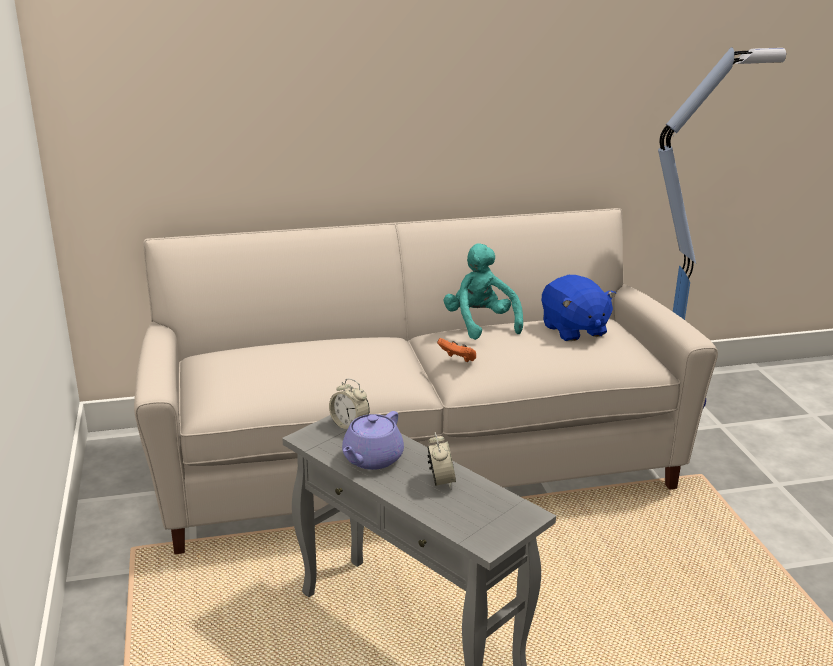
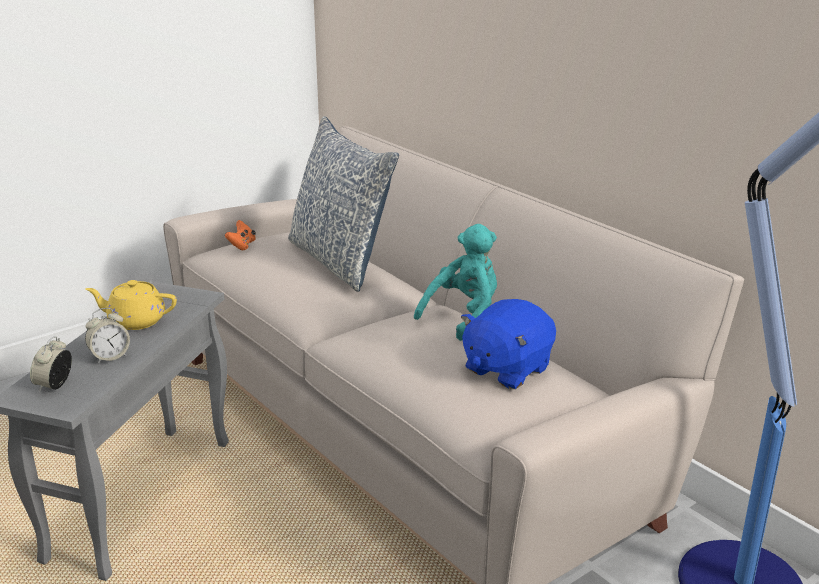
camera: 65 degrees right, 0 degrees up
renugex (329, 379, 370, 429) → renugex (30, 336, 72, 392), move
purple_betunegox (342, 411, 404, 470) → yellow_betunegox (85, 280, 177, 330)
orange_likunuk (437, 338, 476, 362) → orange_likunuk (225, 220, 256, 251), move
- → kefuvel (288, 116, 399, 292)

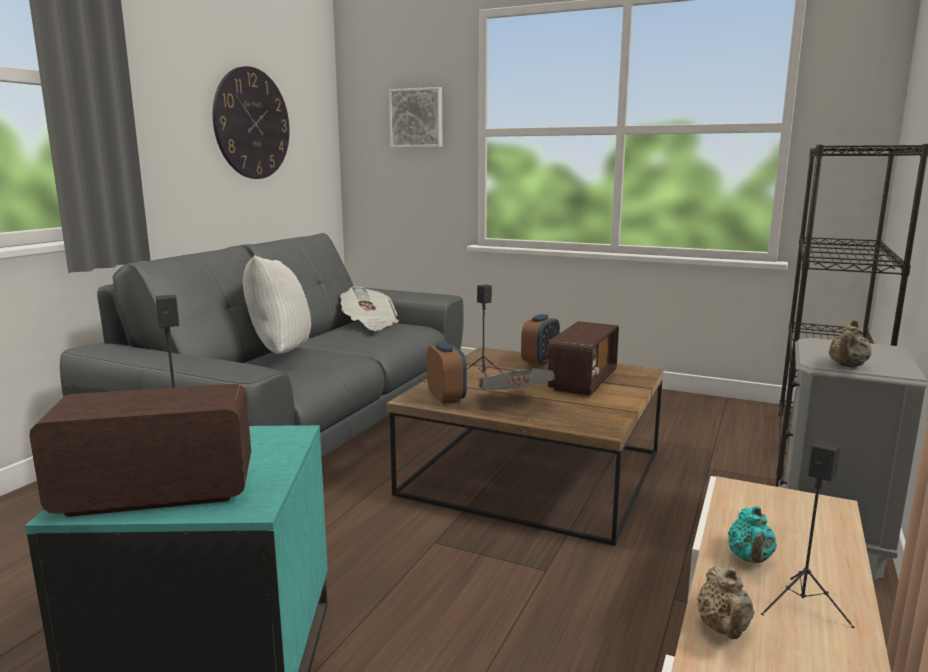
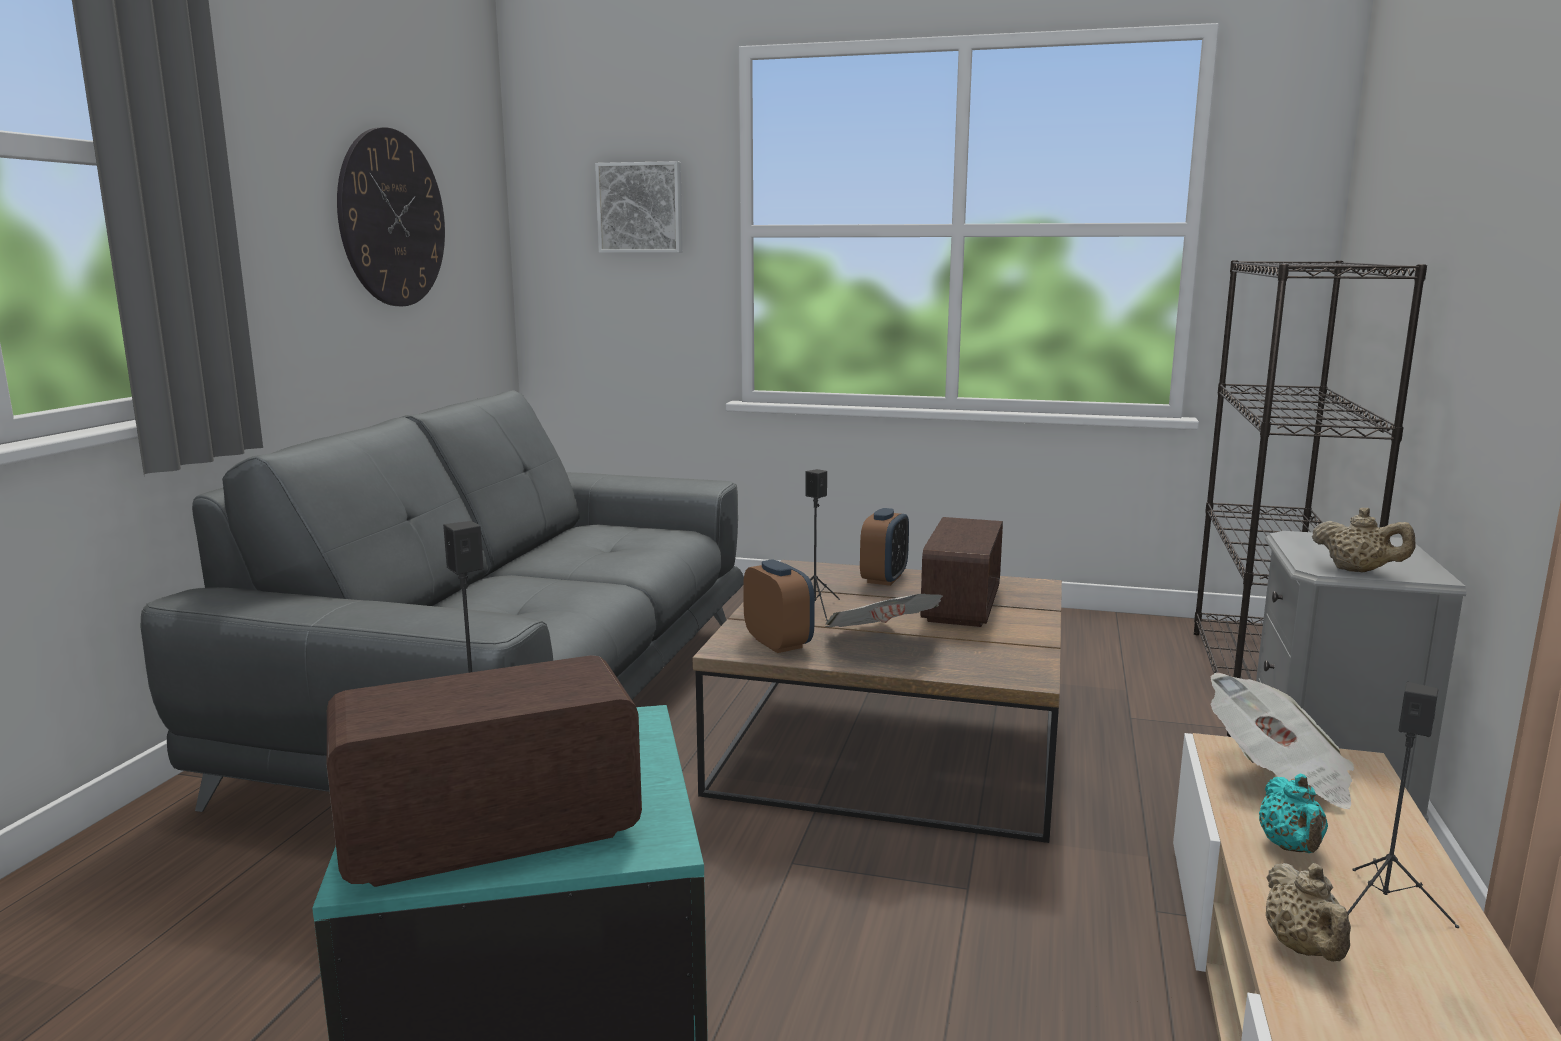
camera: 10 degrees left, 0 degrees up
white_kefuvel (243, 255, 311, 354) → -
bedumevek (340, 286, 399, 331) → bedumevek (1210, 673, 1354, 809), move
beige_betunegox (828, 320, 871, 368) → beige_betunegox (1312, 507, 1416, 573), 75 degrees counterclockwise

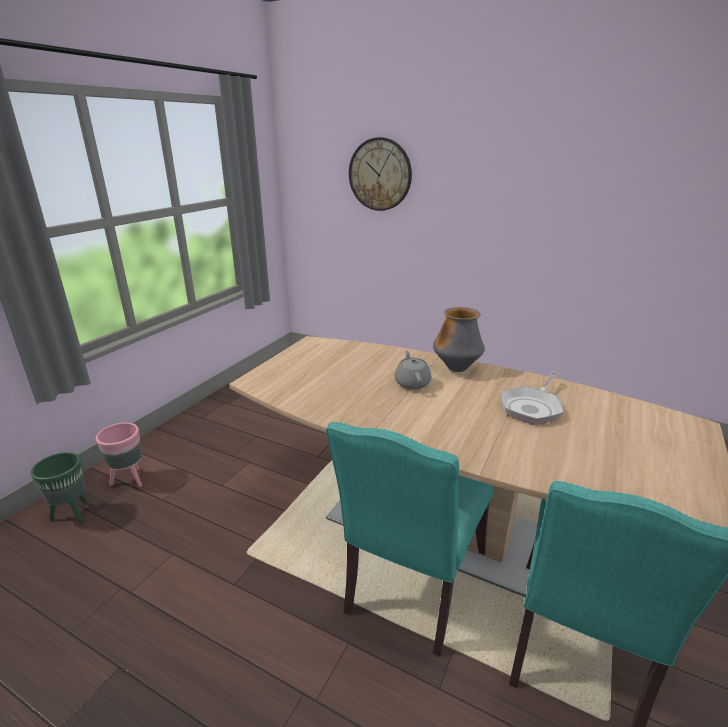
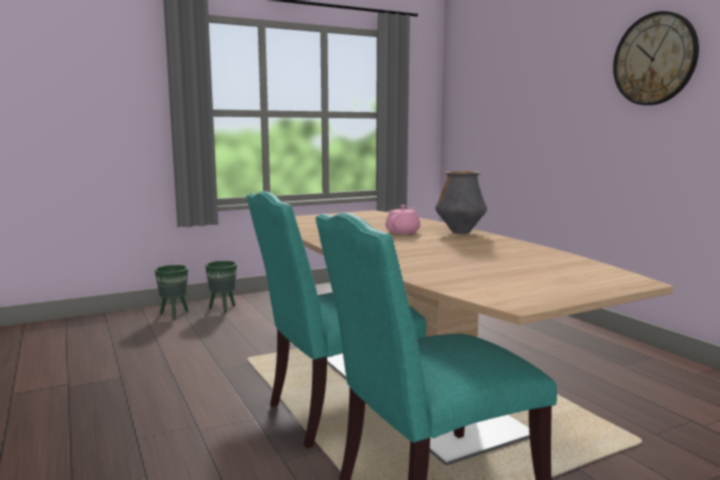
camera: 35 degrees right, 15 degrees down
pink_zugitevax (96, 423, 142, 487) → green_zugitevax (205, 261, 237, 313)
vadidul (349, 137, 412, 211) → vadidul (613, 11, 699, 105), move
grey_betunegox (394, 350, 432, 390) → pink_betunegox (385, 205, 420, 234)
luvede (501, 371, 564, 425) → -

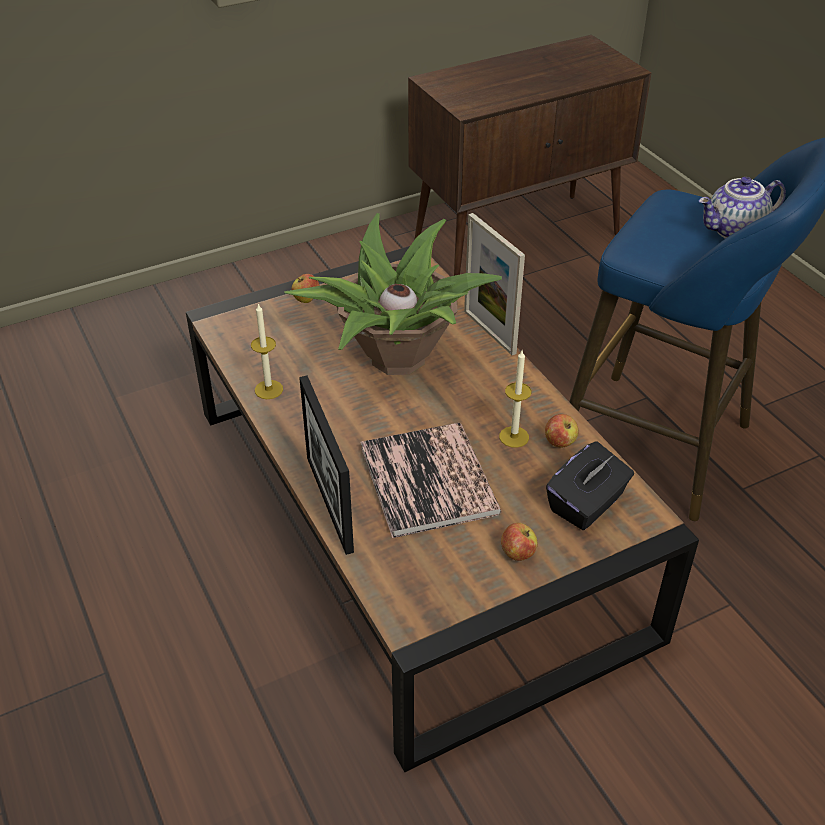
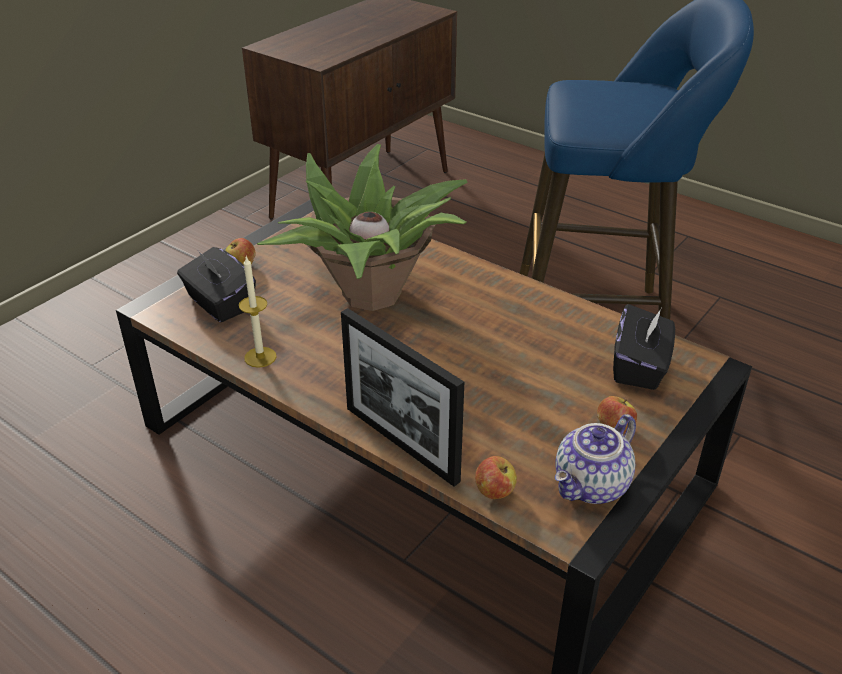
camera: 25 degrees left, 5 degrees down
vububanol (361, 423, 501, 538) → -
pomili (464, 213, 525, 355) → -
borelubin (499, 351, 532, 448) → -
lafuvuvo (545, 414, 578, 448) → lafuvuvo (475, 456, 517, 499), move
betunegox (699, 177, 786, 239) → betunegox (555, 414, 636, 504), move
- → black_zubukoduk (177, 247, 256, 322)

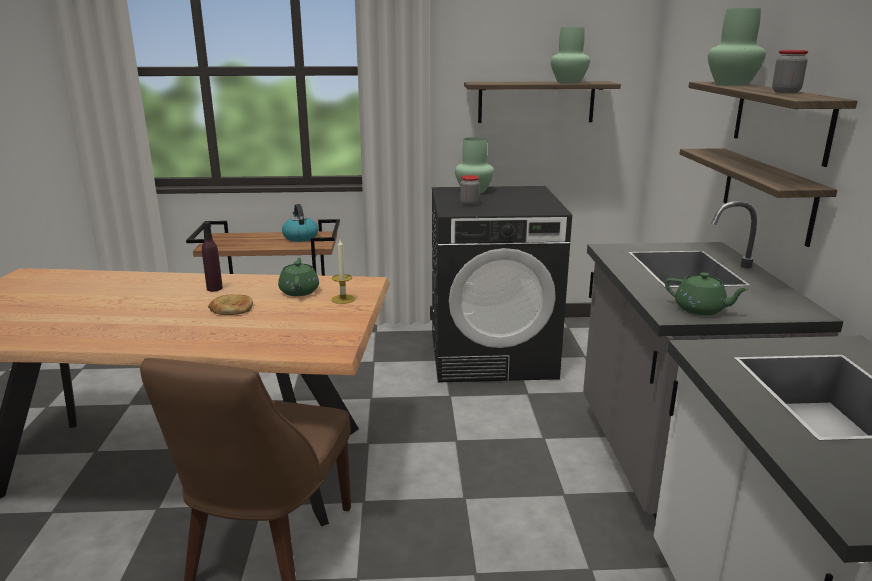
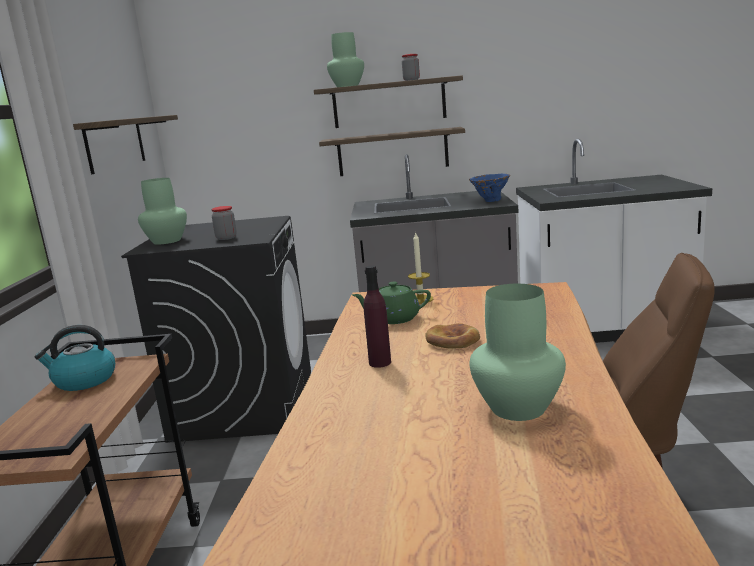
camera: 85 degrees left, 5 degrees down
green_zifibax (551, 27, 590, 83) → green_zifibax (469, 284, 566, 421), move
green_betunegox (665, 272, 749, 315) → blue_zifibax (469, 174, 510, 202)

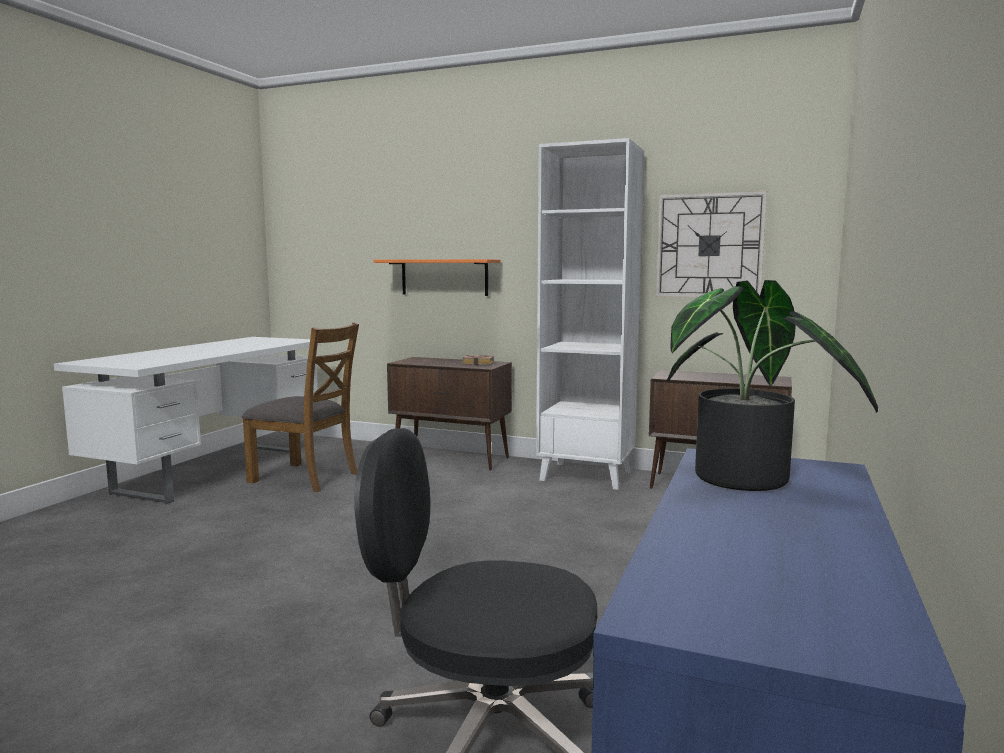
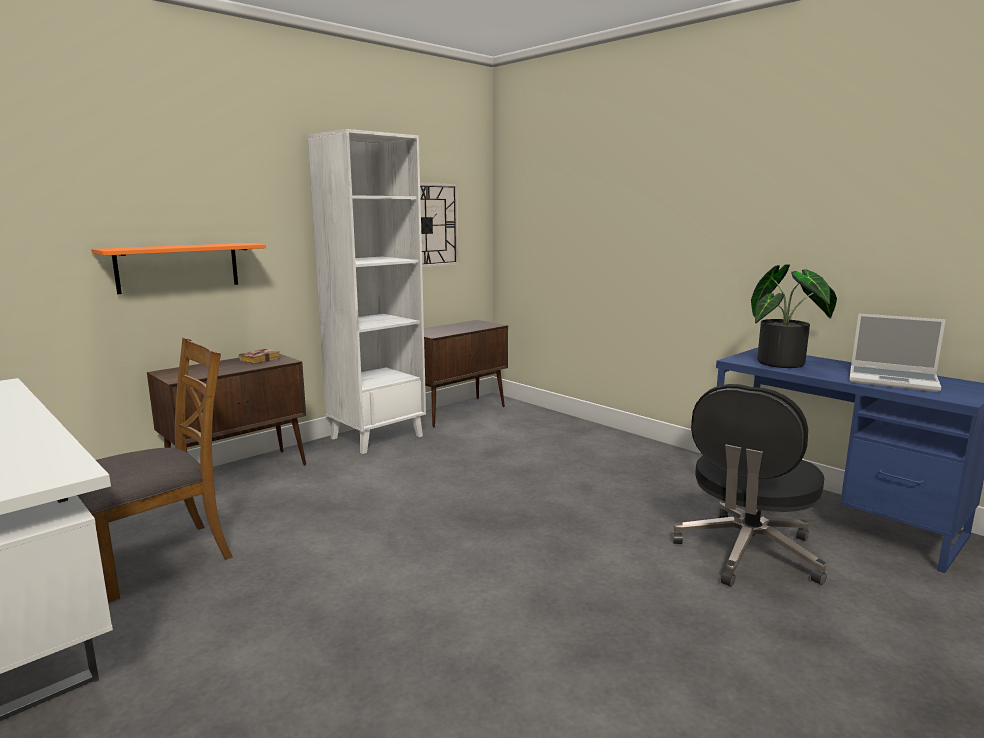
camera: 65 degrees left, 5 degrees up
- → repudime (849, 313, 946, 392)

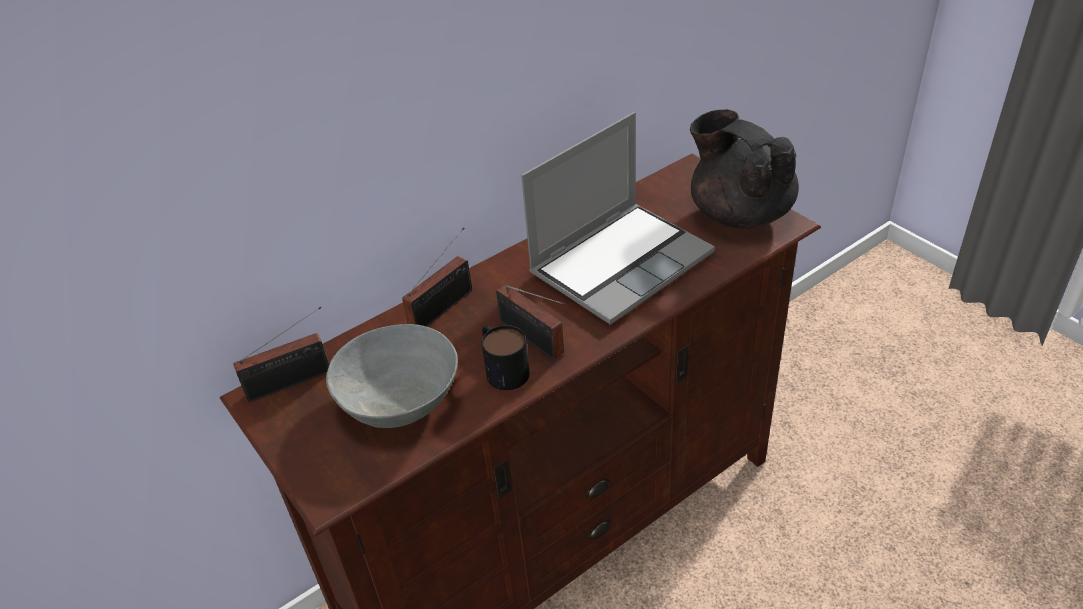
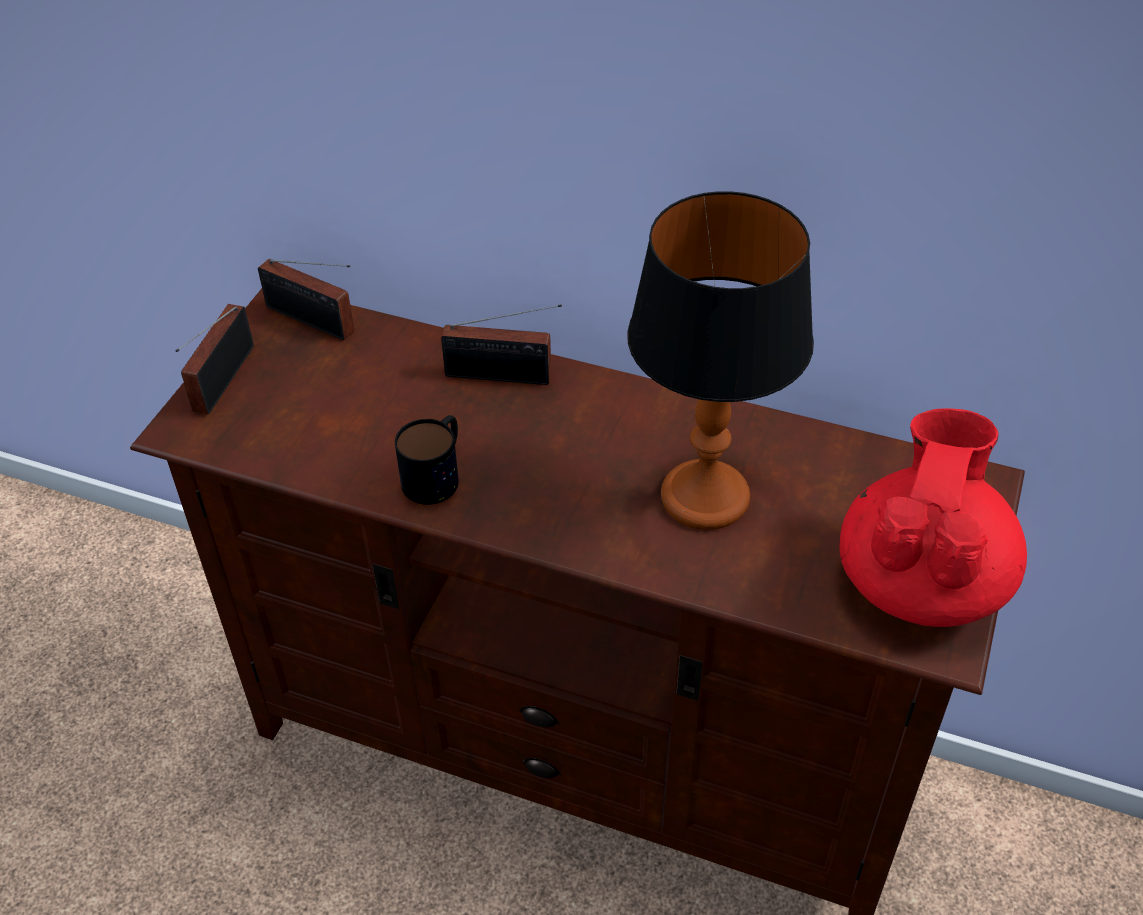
camera: 55 degrees right, 5 degrees up
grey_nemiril (326, 324, 458, 428) → -
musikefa (496, 284, 565, 360) → musikefa (176, 304, 254, 414), move
repudime (521, 112, 715, 325) → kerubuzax (627, 191, 814, 530)
black_betunegox (690, 110, 799, 229) → red_betunegox (839, 408, 1027, 627)

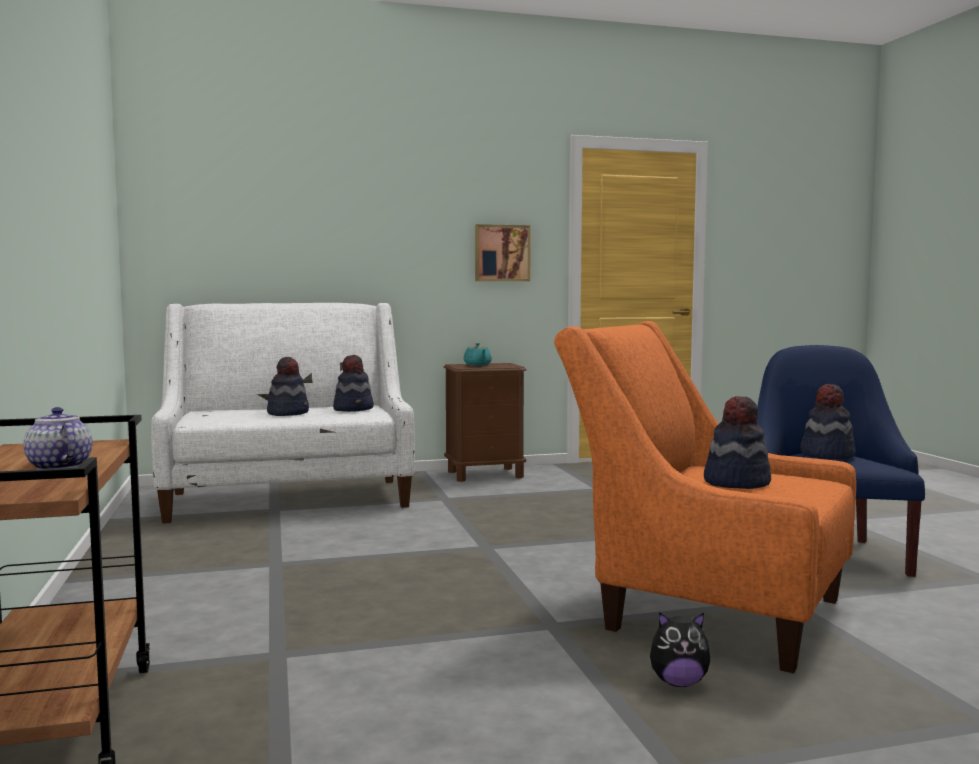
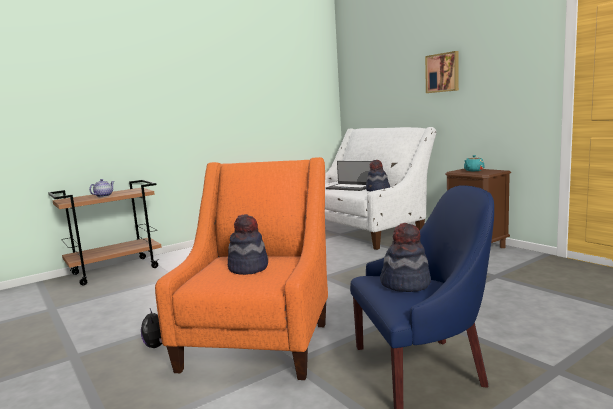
camera: 70 degrees right, 5 degrees up
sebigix (267, 357, 309, 416) → repudime (326, 161, 371, 191)
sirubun (475, 224, 531, 281) → sirubun (425, 51, 459, 93), move

